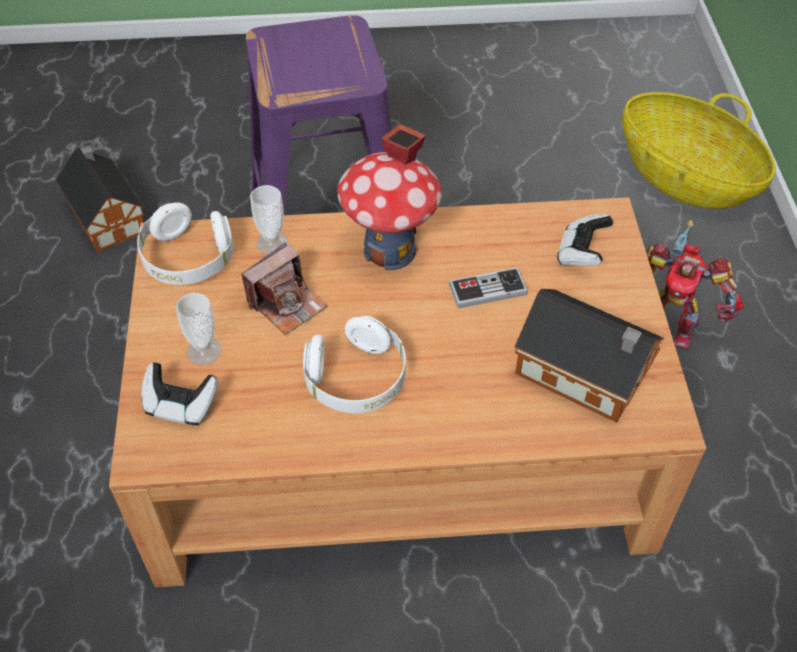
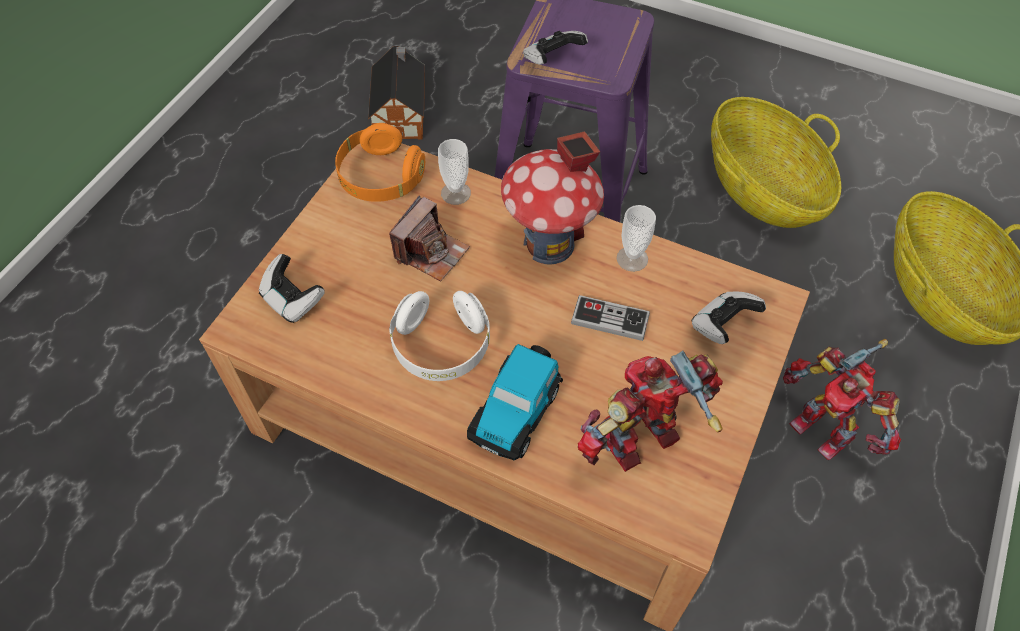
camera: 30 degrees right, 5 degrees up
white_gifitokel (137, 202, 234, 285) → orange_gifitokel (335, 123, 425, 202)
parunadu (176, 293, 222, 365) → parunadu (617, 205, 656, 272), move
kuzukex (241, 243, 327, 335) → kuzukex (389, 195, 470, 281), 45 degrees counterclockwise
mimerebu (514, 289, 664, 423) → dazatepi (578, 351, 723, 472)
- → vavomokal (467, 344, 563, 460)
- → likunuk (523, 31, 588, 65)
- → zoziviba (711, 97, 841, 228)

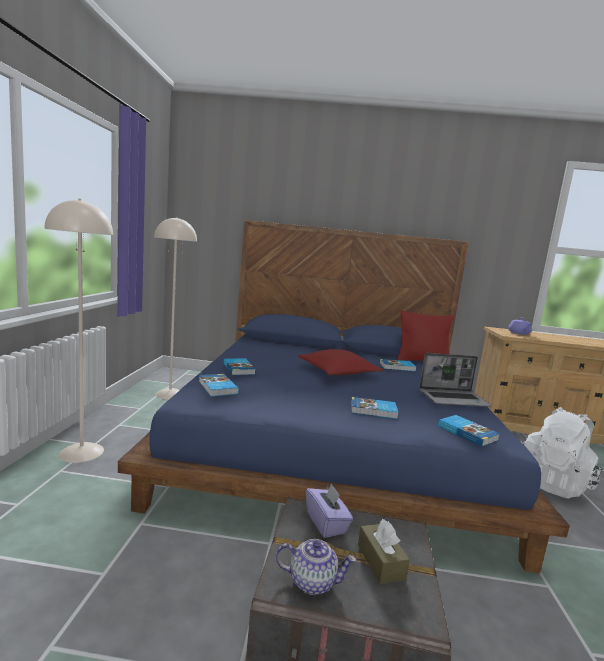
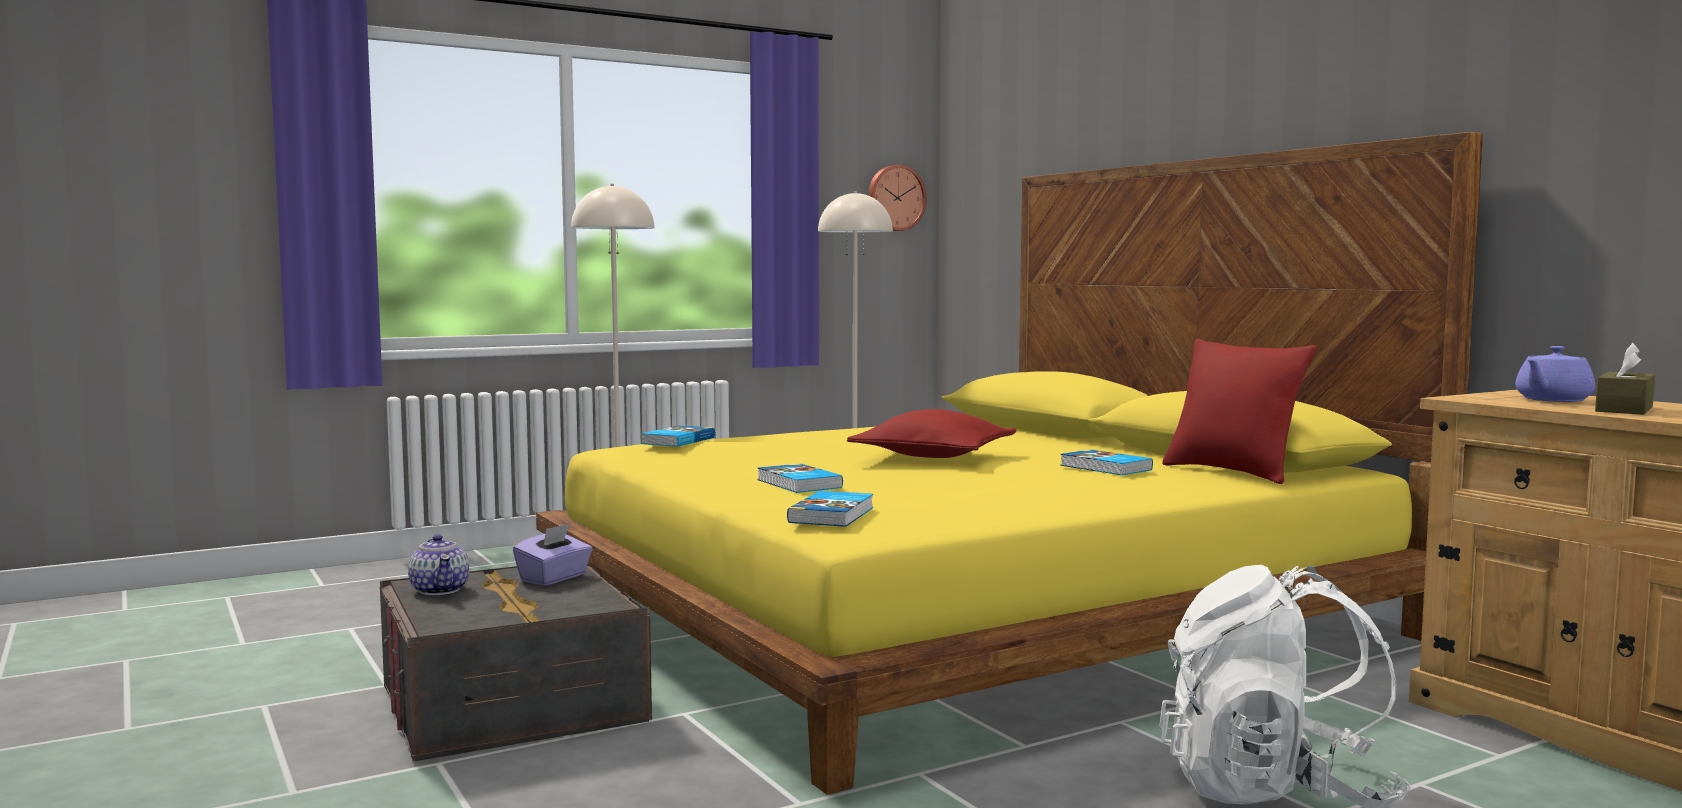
camera: 55 degrees right, 5 degrees down
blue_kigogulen (118, 220, 570, 573) → yellow_kigogulen (536, 132, 1483, 795)
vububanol (223, 358, 255, 375) → -
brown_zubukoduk (358, 519, 410, 584) → brown_zubukoduk (1595, 343, 1655, 415), move
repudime (419, 353, 492, 407) → -
- → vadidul (868, 165, 926, 231)

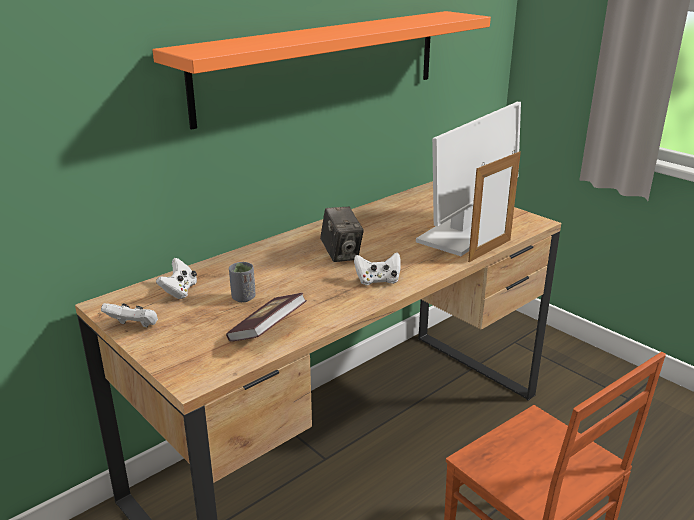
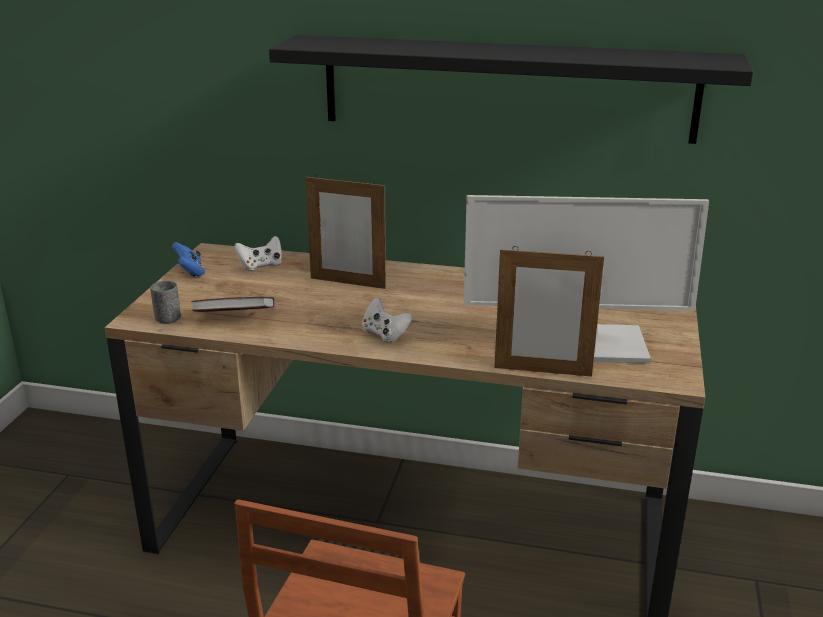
camera: 55 degrees right, 0 degrees up
white_likunuk (101, 303, 158, 328) → blue_likunuk (172, 242, 205, 277)
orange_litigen (153, 11, 491, 130) → black_litigen (269, 35, 753, 144)
grey_parunadu (229, 262, 256, 302) → grey_parunadu (150, 281, 181, 324), move
kuzukex (320, 207, 364, 262) → -
- → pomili (305, 174, 386, 289)

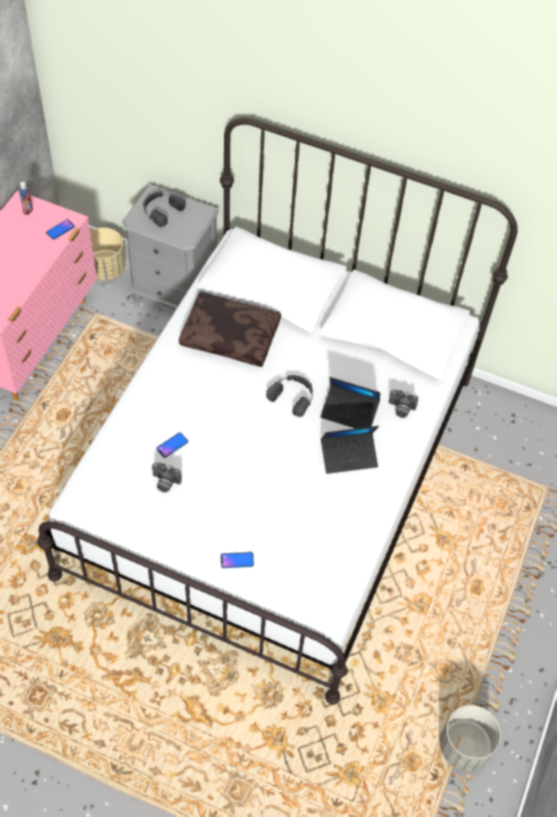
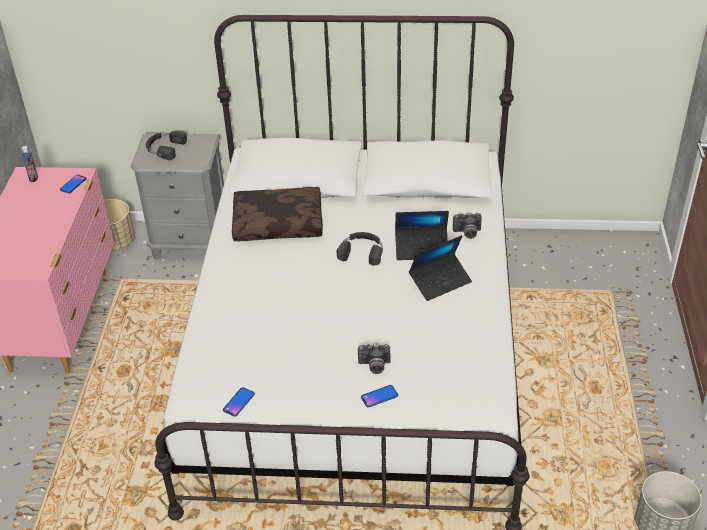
camera: 15 degrees left, 15 degrees down
kuzukex (152, 462, 182, 493) → kuzukex (358, 343, 391, 374), move
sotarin (156, 432, 188, 458) → sotarin (223, 387, 255, 417), move

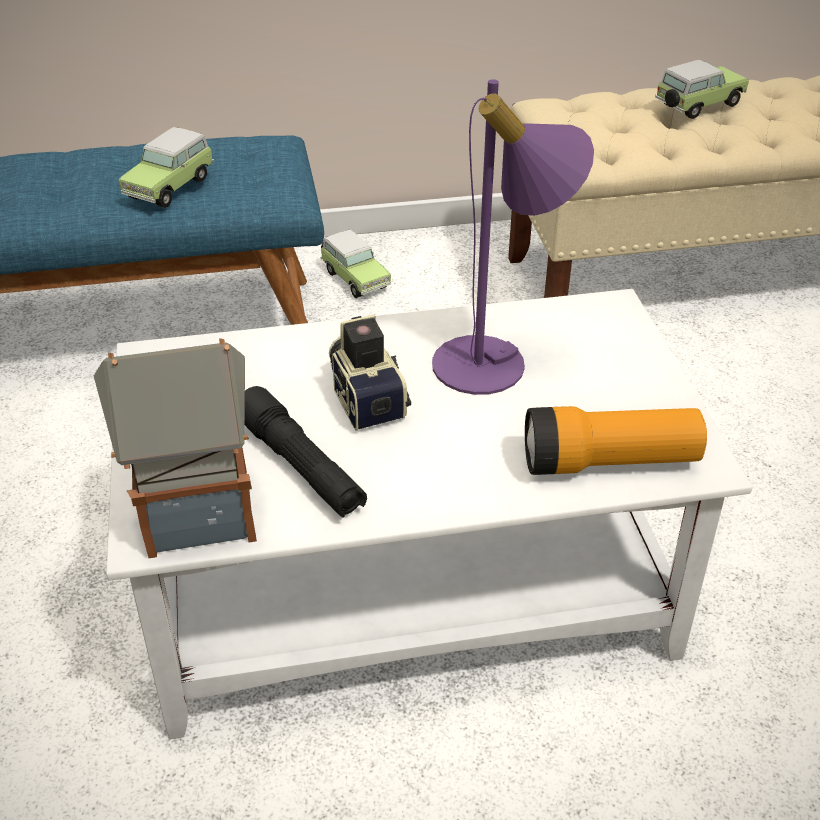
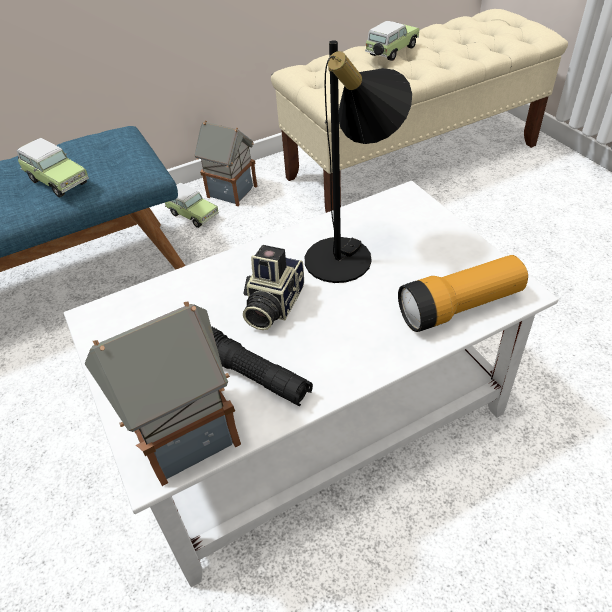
camera: 15 degrees left, 5 degrees up
vavomokal (118, 127, 214, 208) → vavomokal (16, 138, 89, 197), 60 degrees counterclockwise
kuzukex (329, 314, 411, 431) → kuzukex (243, 245, 304, 330), 120 degrees counterclockwise
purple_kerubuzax (432, 79, 594, 395) → black_kerubuzax (305, 40, 412, 283)
- → mimerebu (195, 120, 257, 206)

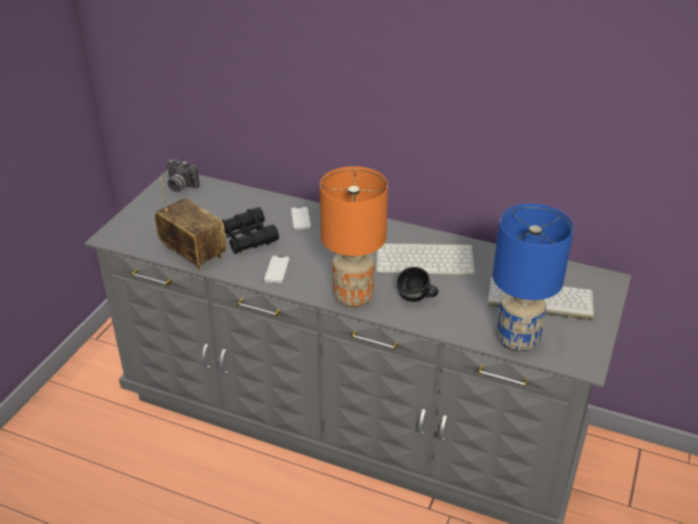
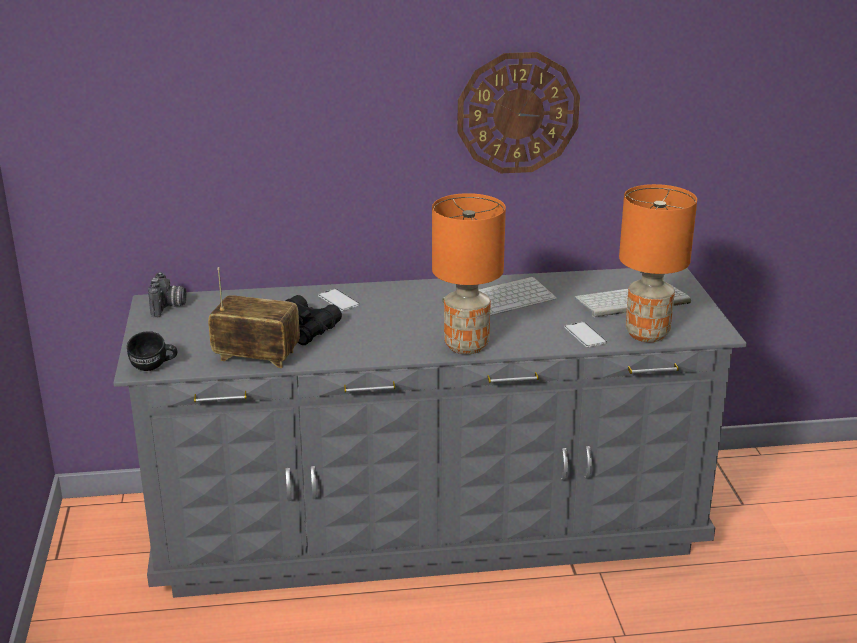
camera: 30 degrees left, 10 degrees down
kuzukex (167, 159, 200, 192) → kuzukex (148, 272, 186, 317), 90 degrees counterclockwise
sotarin (263, 256, 291, 283) → sotarin (564, 322, 607, 347), move
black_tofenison (397, 267, 439, 302) → black_tofenison (127, 331, 178, 371), move
blue_kerubuzax (493, 204, 574, 352) → orange_kerubuzax (619, 184, 697, 342)
- → vadidul (457, 52, 580, 173)

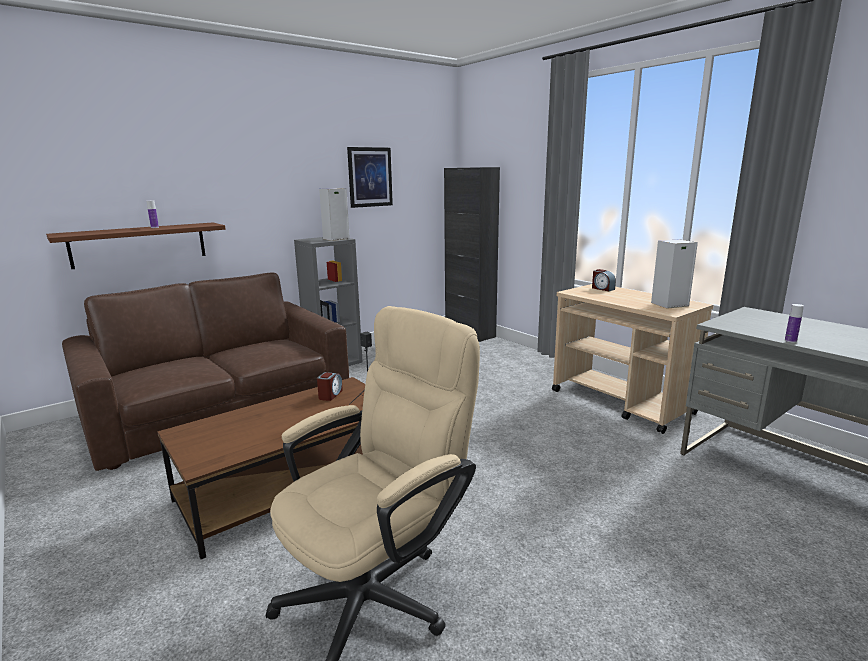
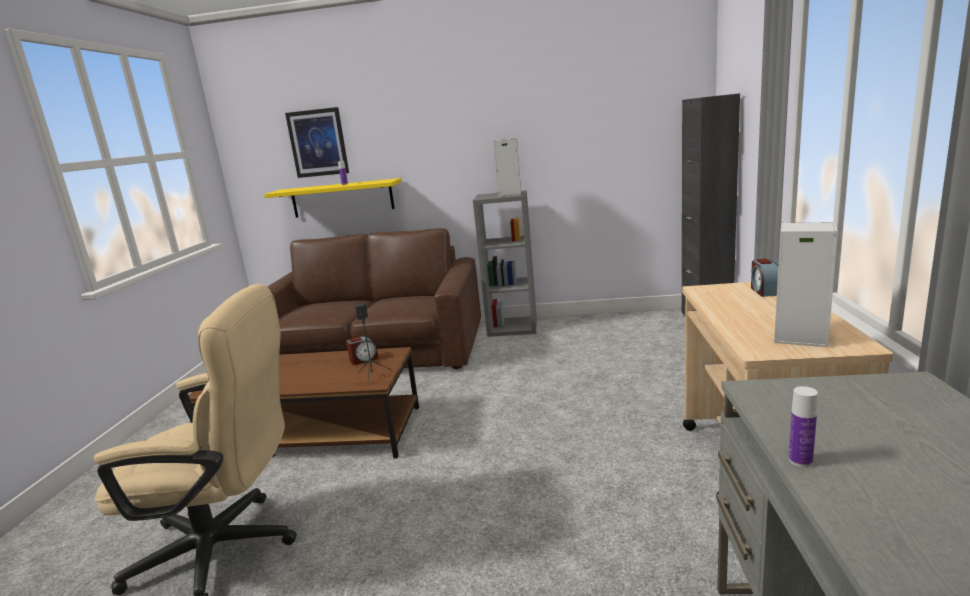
camera: 45 degrees right, 0 degrees up
brown_litigen (46, 222, 225, 269) → yellow_litigen (264, 178, 402, 218)
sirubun (347, 147, 393, 208) → sirubun (285, 107, 349, 178), move

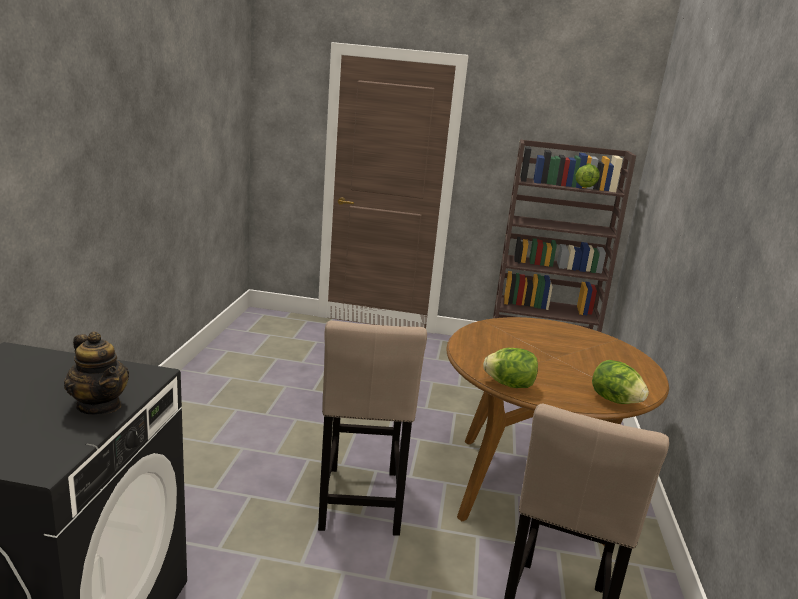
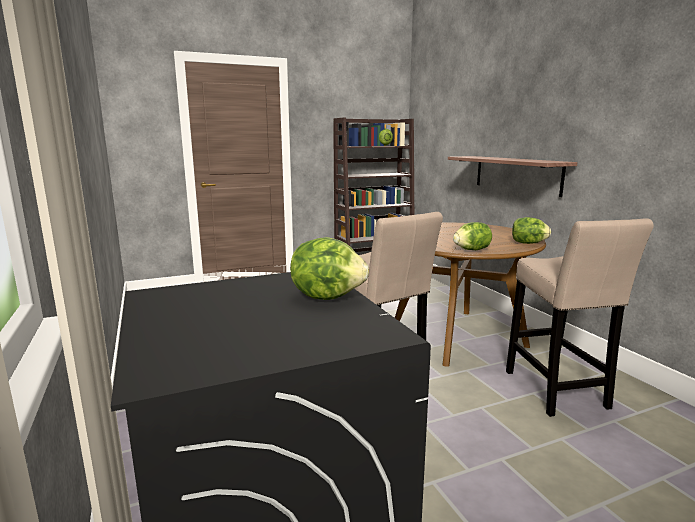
camera: 30 degrees left, 5 degrees down
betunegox (64, 332, 129, 415) → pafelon (290, 237, 369, 300)
- → litigen (448, 156, 578, 197)

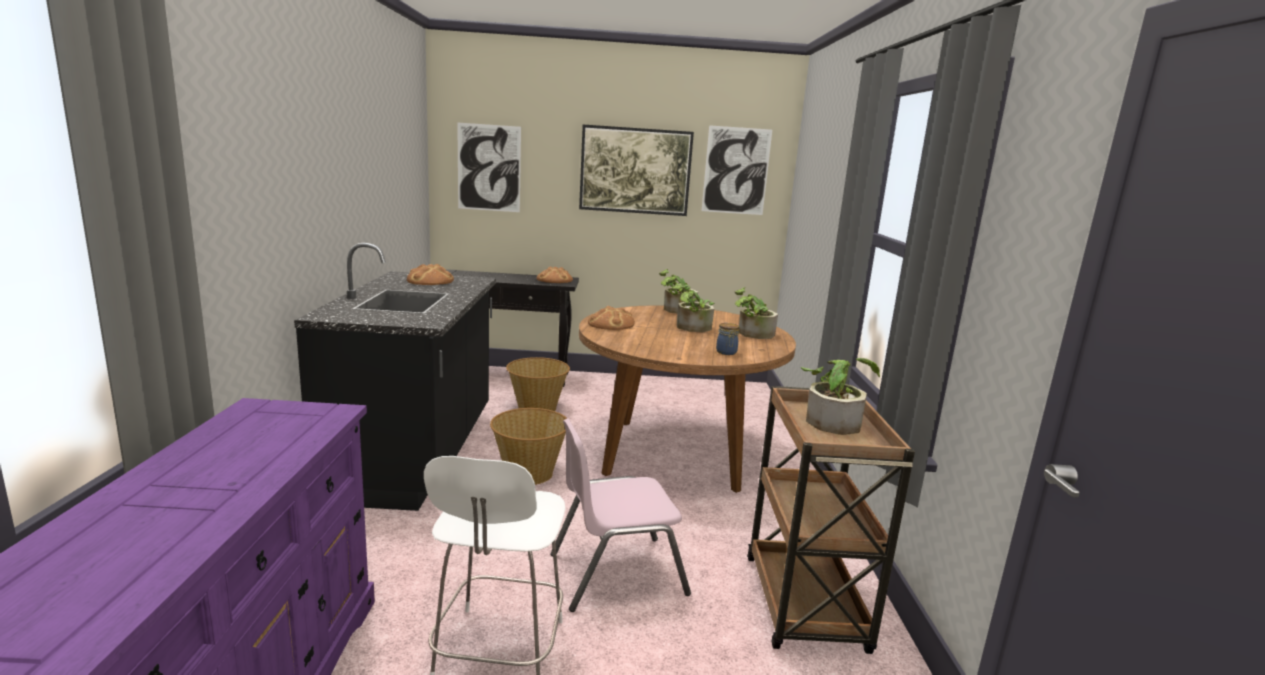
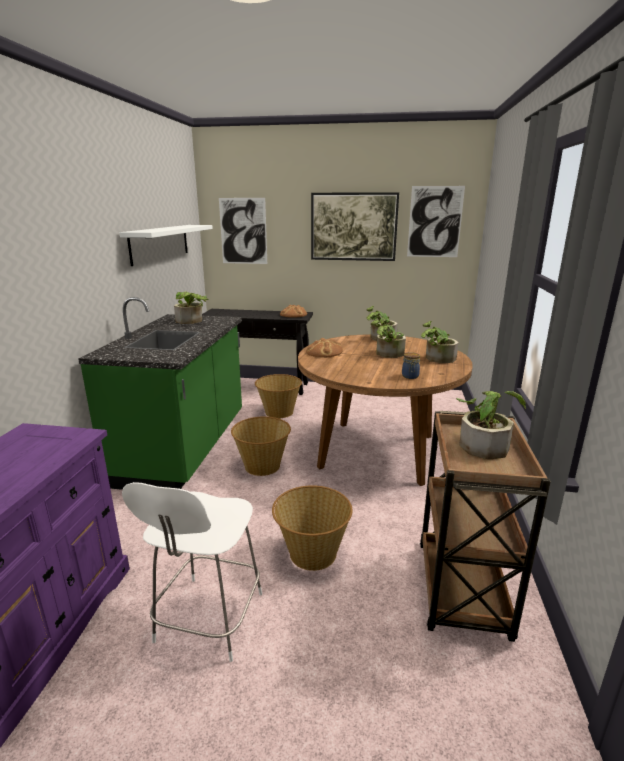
camera: 10 degrees right, 5 degrees up
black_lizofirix (294, 243, 496, 511) → green_lizofirix (78, 297, 242, 490)
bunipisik (407, 264, 454, 285) → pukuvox (174, 292, 209, 324)
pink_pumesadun (550, 418, 691, 612) → zoziviba (272, 485, 352, 571)
- → white_litigen (120, 225, 213, 266)

